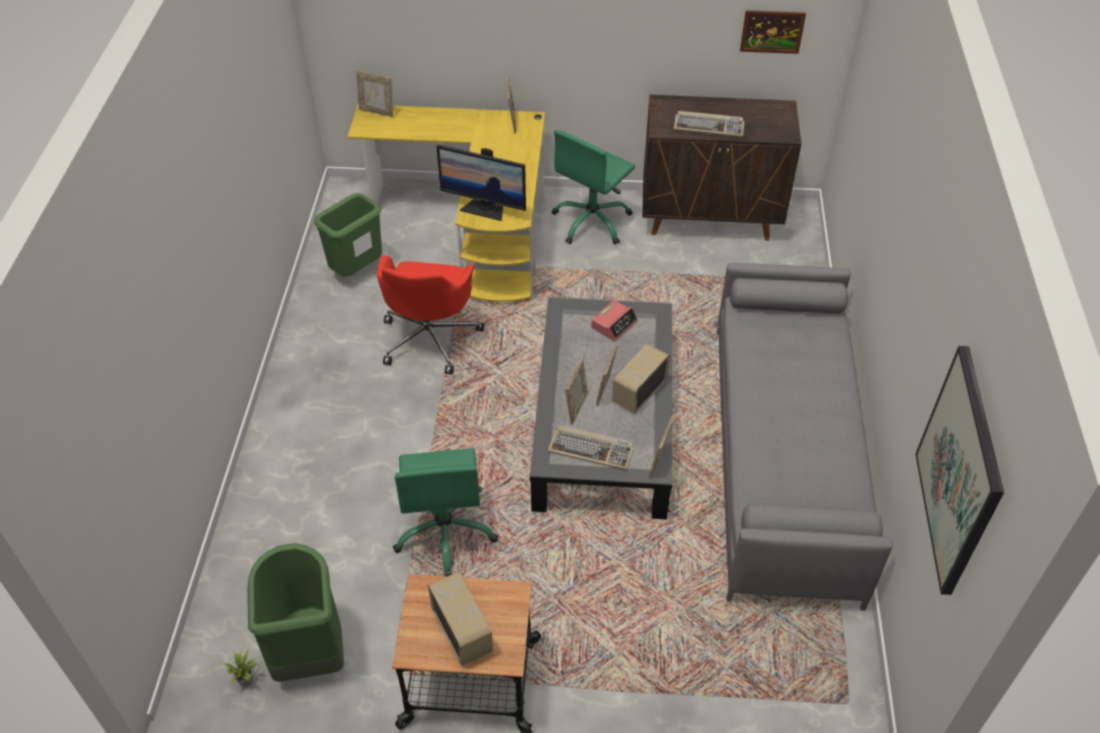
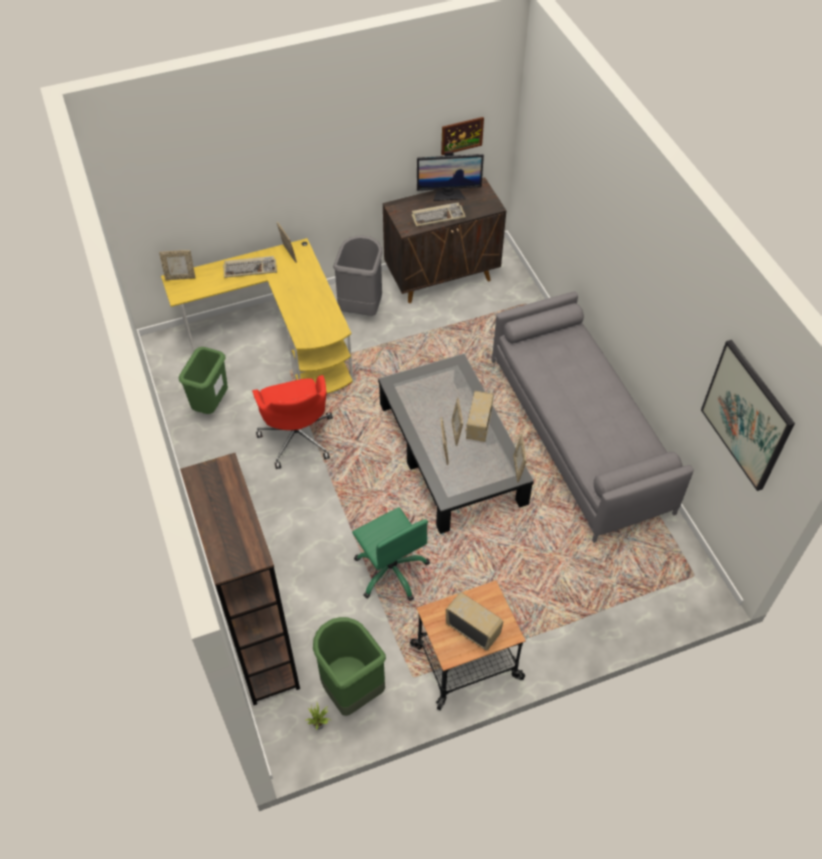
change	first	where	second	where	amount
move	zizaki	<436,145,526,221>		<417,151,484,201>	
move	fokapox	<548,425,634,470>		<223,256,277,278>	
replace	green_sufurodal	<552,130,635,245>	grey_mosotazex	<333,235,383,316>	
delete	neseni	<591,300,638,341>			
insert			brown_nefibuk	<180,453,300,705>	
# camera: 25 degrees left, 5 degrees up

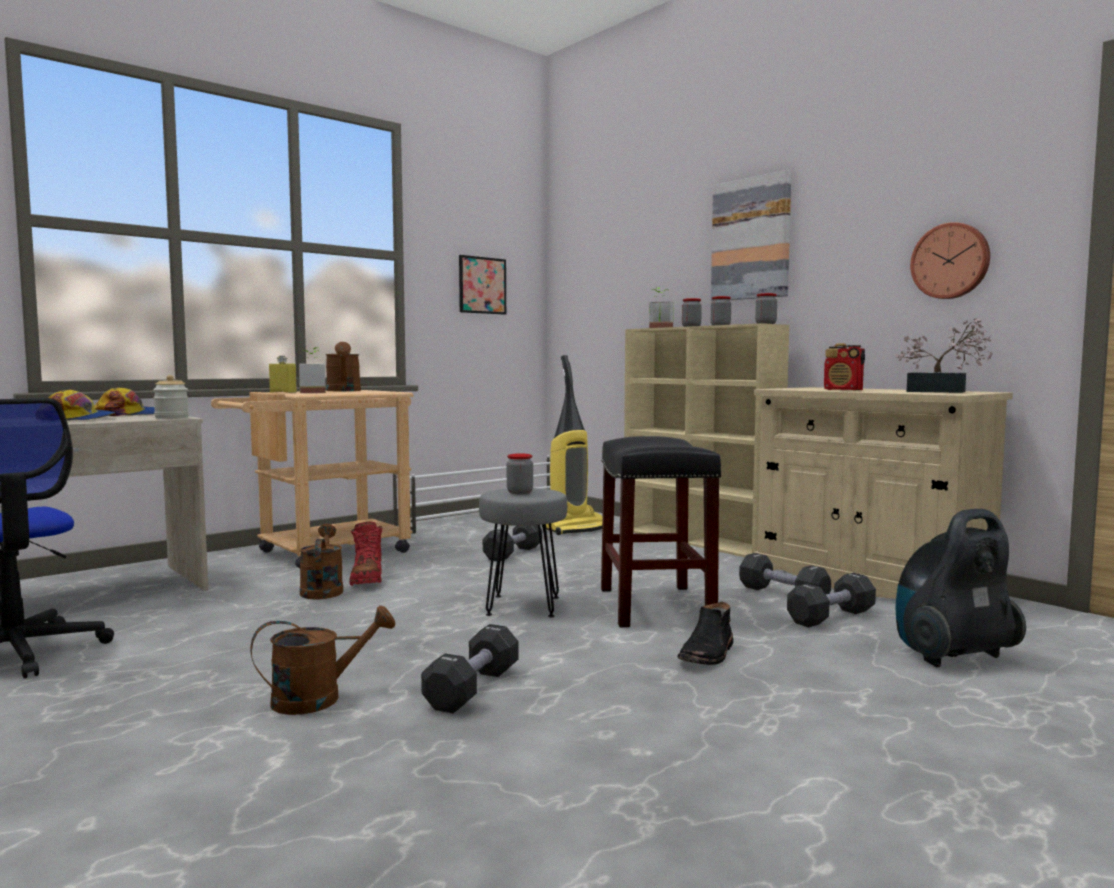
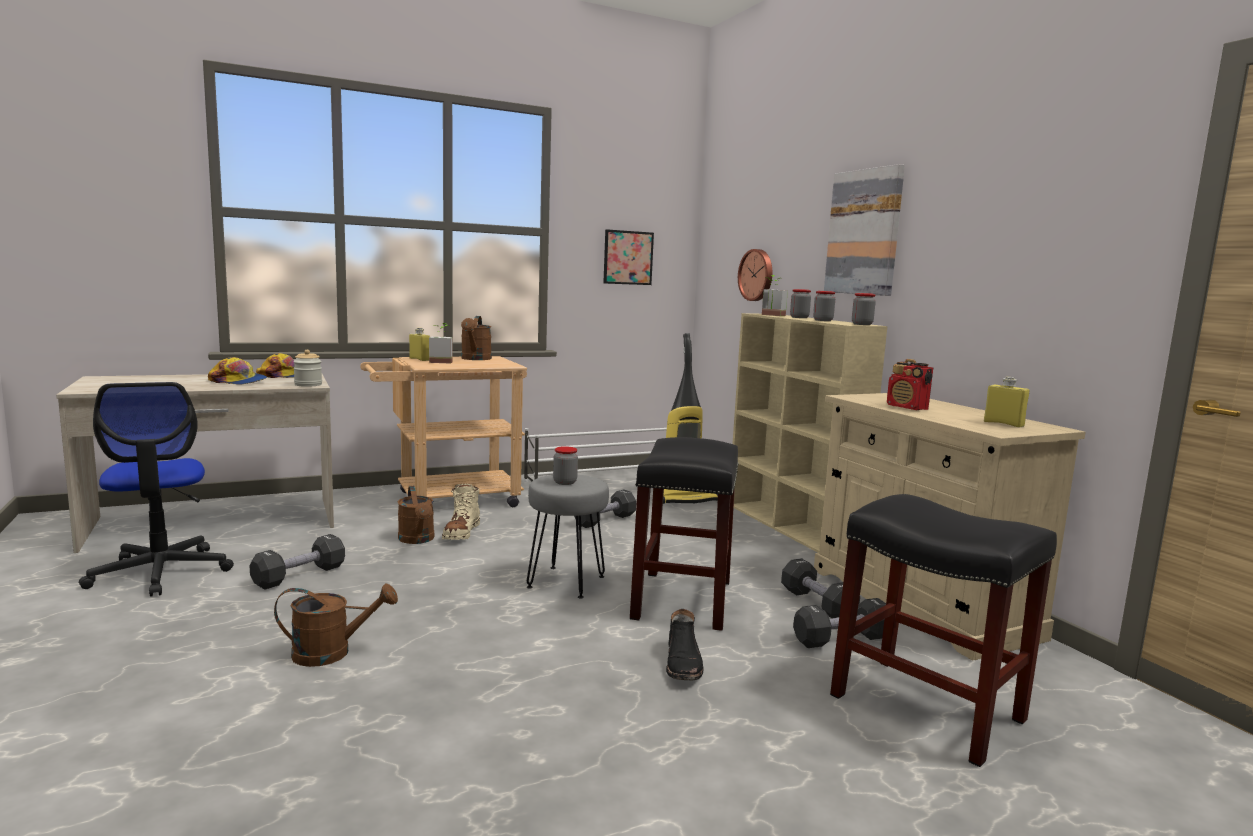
change	first	where	second	where	amount
rotate	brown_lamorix	<300,524,343,600>		<398,486,434,544>	150 degrees clockwise
recolor	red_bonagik	<349,522,382,586>	beige_bonagik	<442,484,480,540>	
move	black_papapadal	<421,624,519,713>		<250,534,345,590>	
rotate	black_bonagik	<677,602,733,665>		<666,609,703,680>	45 degrees counterclockwise
replace	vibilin	<895,318,992,393>	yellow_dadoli	<984,377,1029,428>	
replace	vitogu	<896,509,1026,667>	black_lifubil	<830,494,1057,767>	
move	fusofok	<910,222,990,299>		<738,249,772,301>	
# camera: 15 degrees right, 5 degrees up

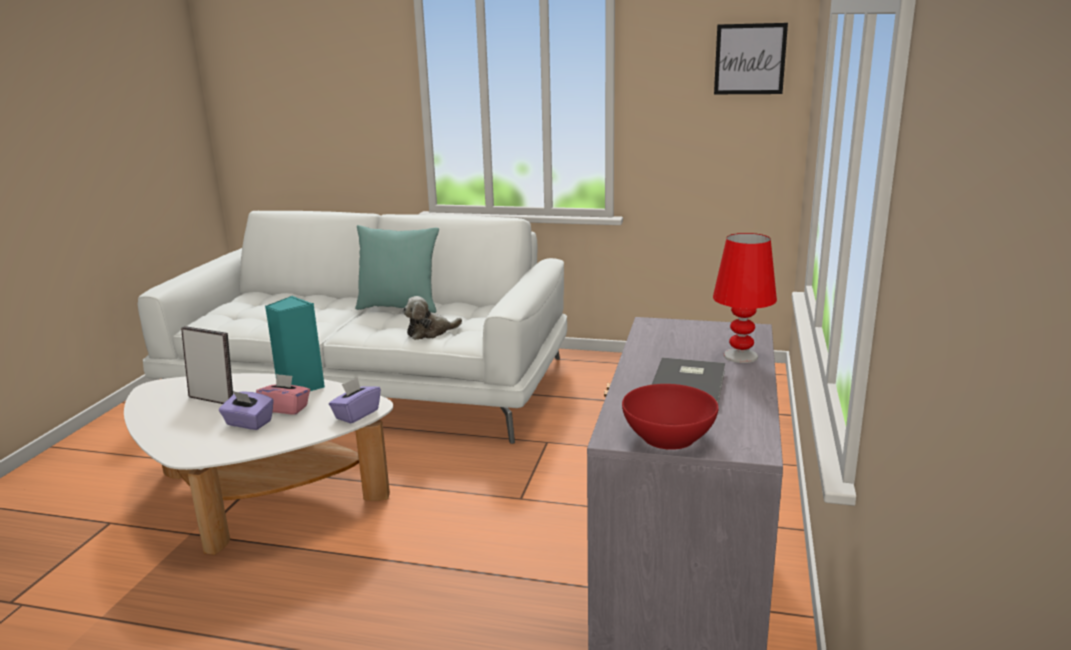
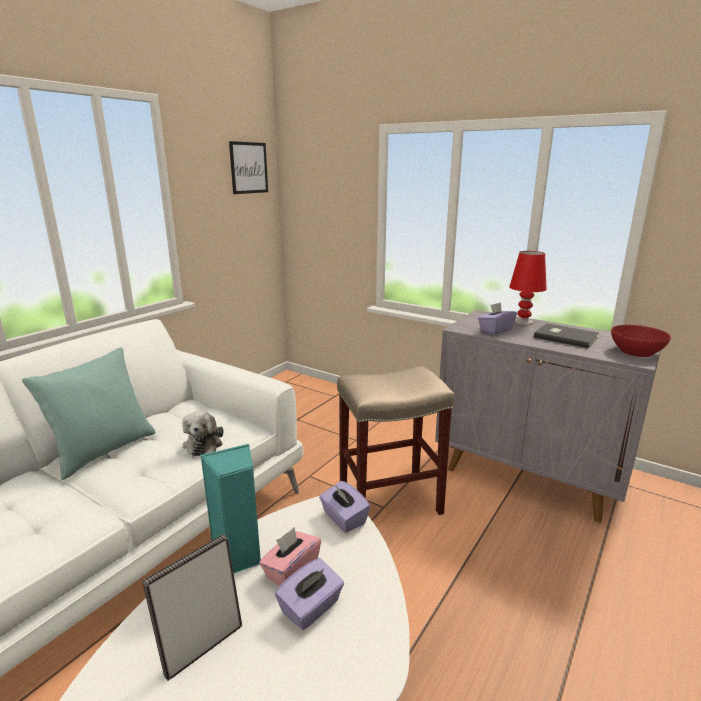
change	first	where	second	where	amount
insert			beige_lifubil	<337,366,455,515>	
insert			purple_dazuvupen	<478,302,517,335>	
# camera: 70 degrees left, 0 degrees up

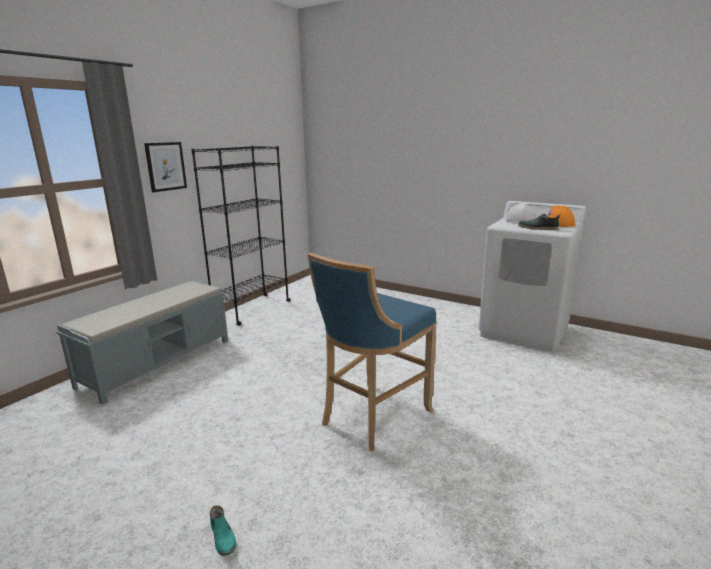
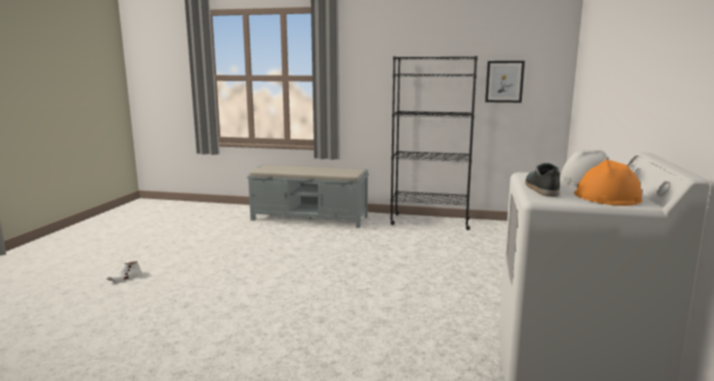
change	first	where	second	where	amount
move	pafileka	<144,142,187,192>		<485,61,525,103>	
recolor	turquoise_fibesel	<210,505,236,556>	white_fibesel	<106,261,142,282>	
delete	blue_lifubil	<307,253,437,451>			
# camera: 70 degrees right, 5 degrees down

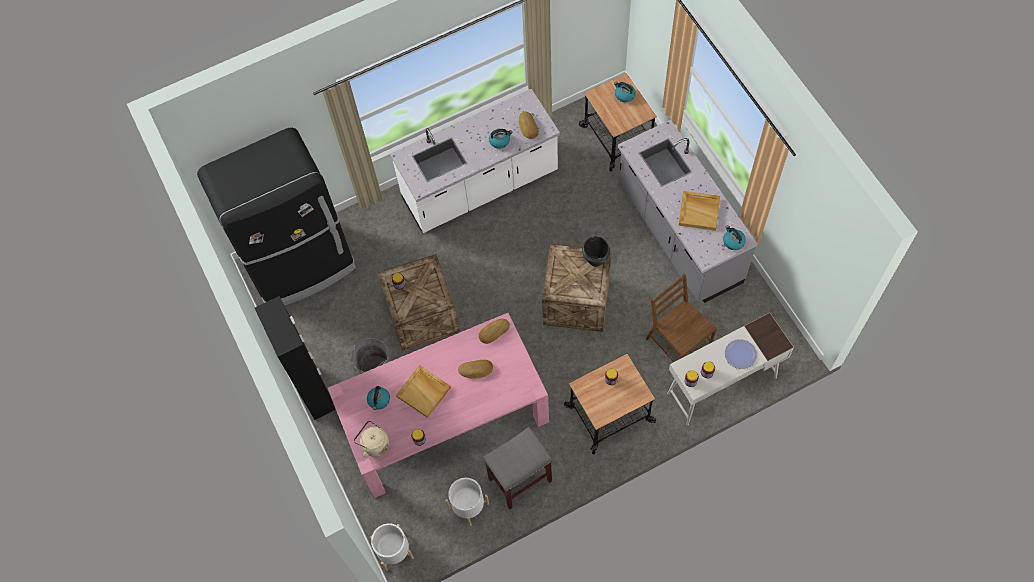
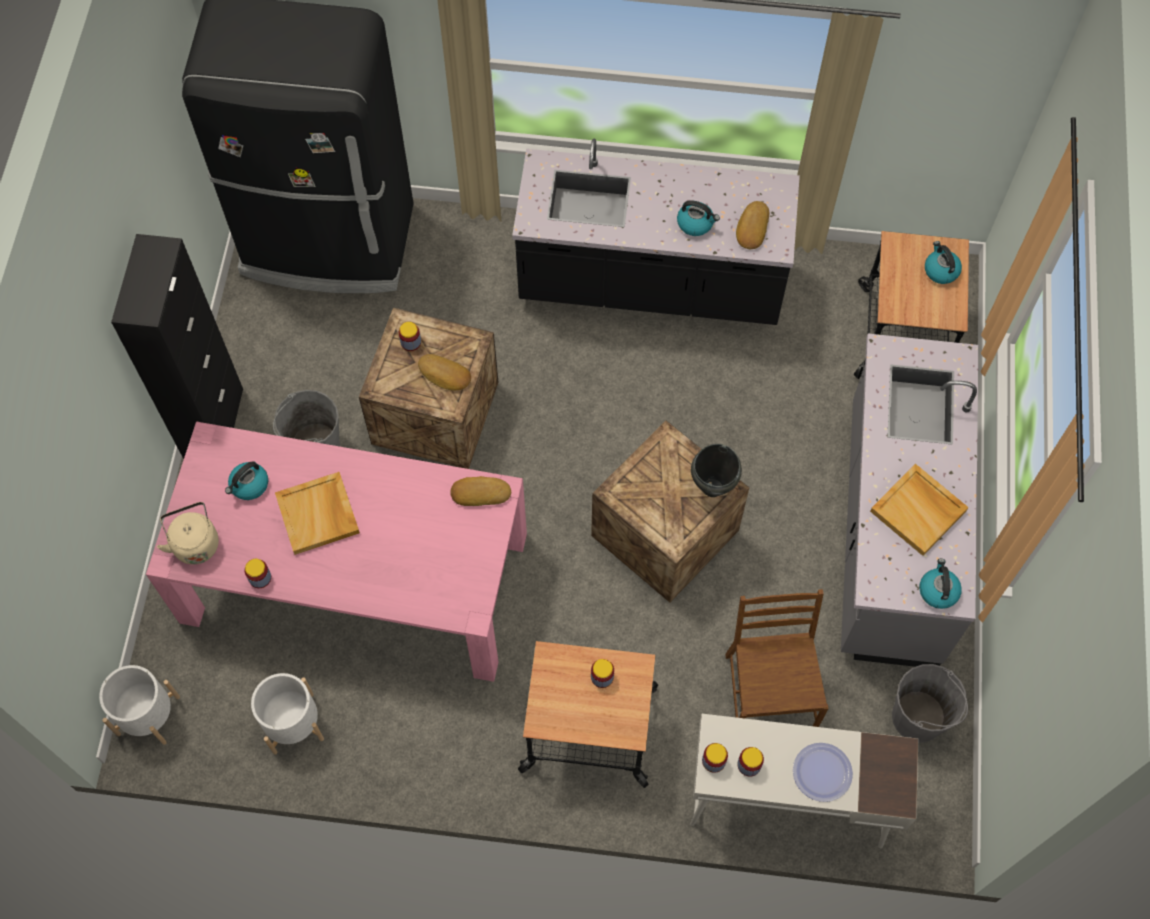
change	first	where	second	where	amount
recolor	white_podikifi	<390,89,560,233>	black_podikifi	<512,138,800,325>	
move	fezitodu	<458,360,493,378>		<418,354,471,391>	
delete	grey_lifubil	<483,427,552,509>			
insert			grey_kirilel	<892,664,968,743>	
# camera: 30 degrees right, 0 degrees up

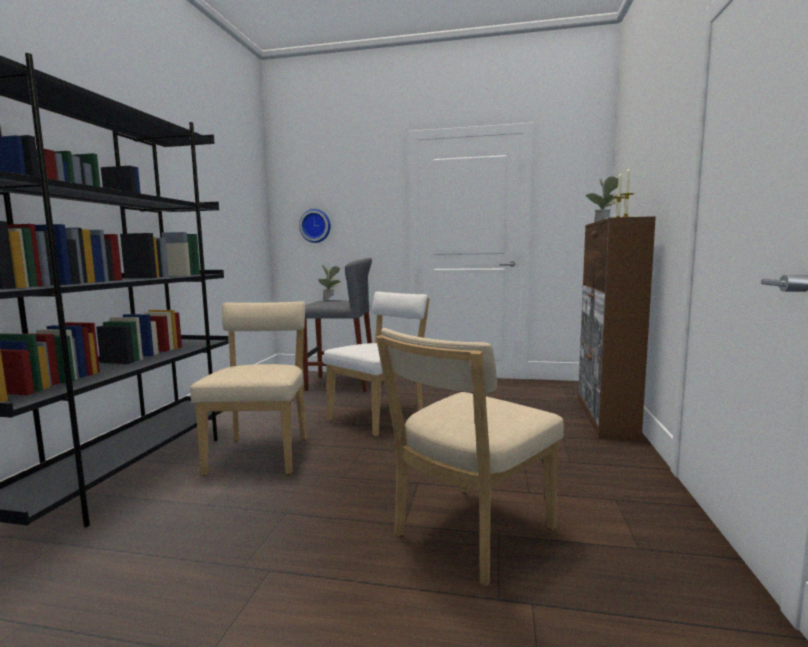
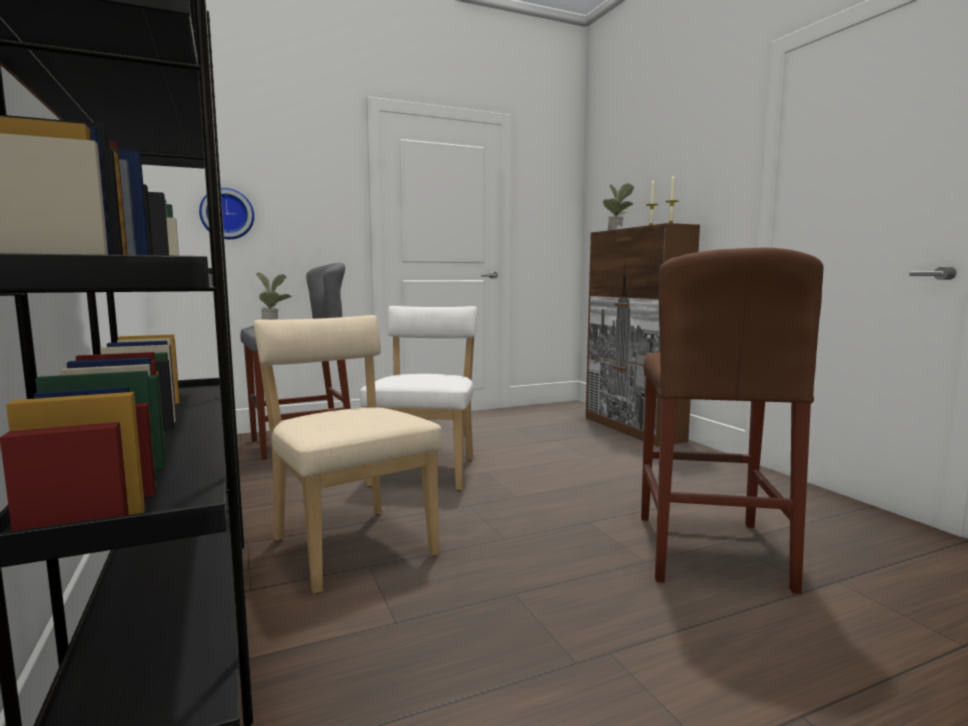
change	first	where	second	where	amount
replace	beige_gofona	<376,328,564,586>	brown_lifubil	<641,248,824,594>	
# camera: 35 degrees left, 0 degrees up

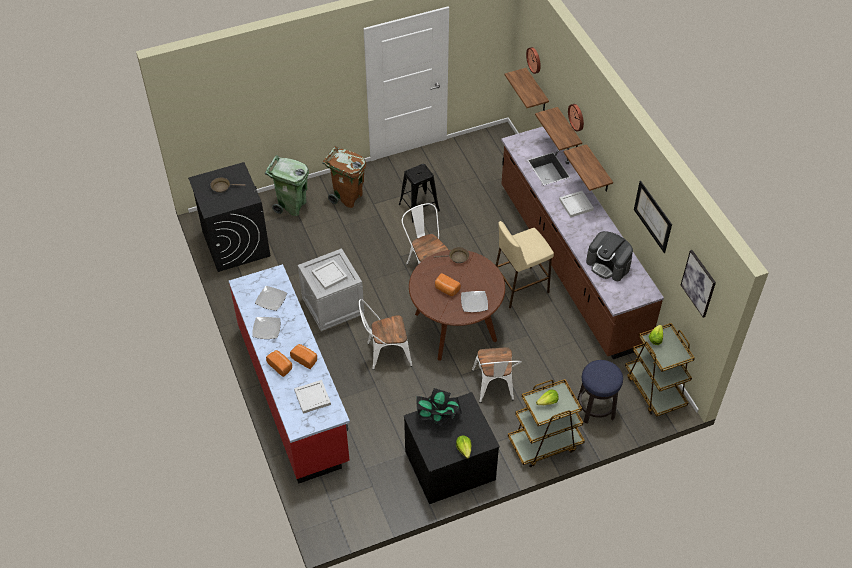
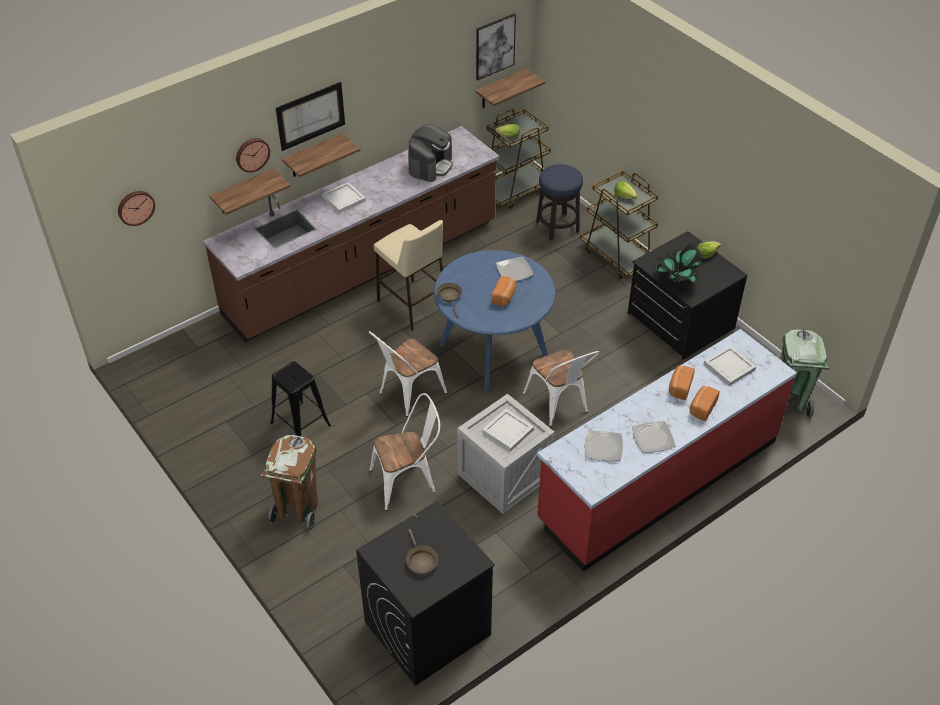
change	first	where	second	where	amount
move	green_mosotazex	<265,155,309,216>		<780,329,830,418>	
recolor	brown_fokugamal	<409,250,505,361>	blue_fokugamal	<434,250,556,391>	
move	white_gofona	<472,347,522,403>		<370,393,440,511>	
move	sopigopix	<505,68,549,111>		<475,68,545,108>	
move	pafileka	<634,181,672,253>		<276,82,345,151>	
# camera: 105 degrees left, 5 degrees down

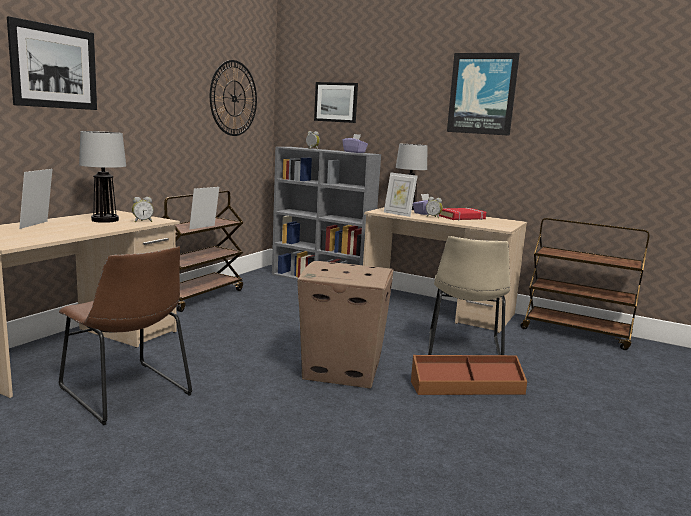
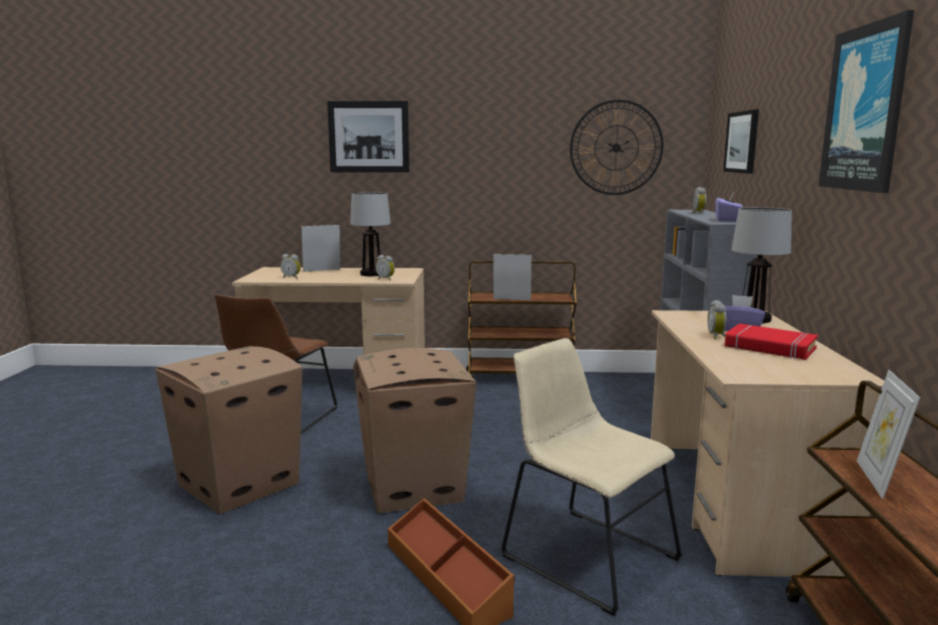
change	first	where	second	where	amount
move	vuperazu	<384,172,417,217>		<857,370,920,499>	
rotate	beige_gofona	<428,236,510,355>		<501,338,682,616>	60 degrees clockwise
insert			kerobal	<156,346,302,514>	
insert			neseni	<280,254,301,279>	
# camera: 65 degrees right, 0 degrees up

